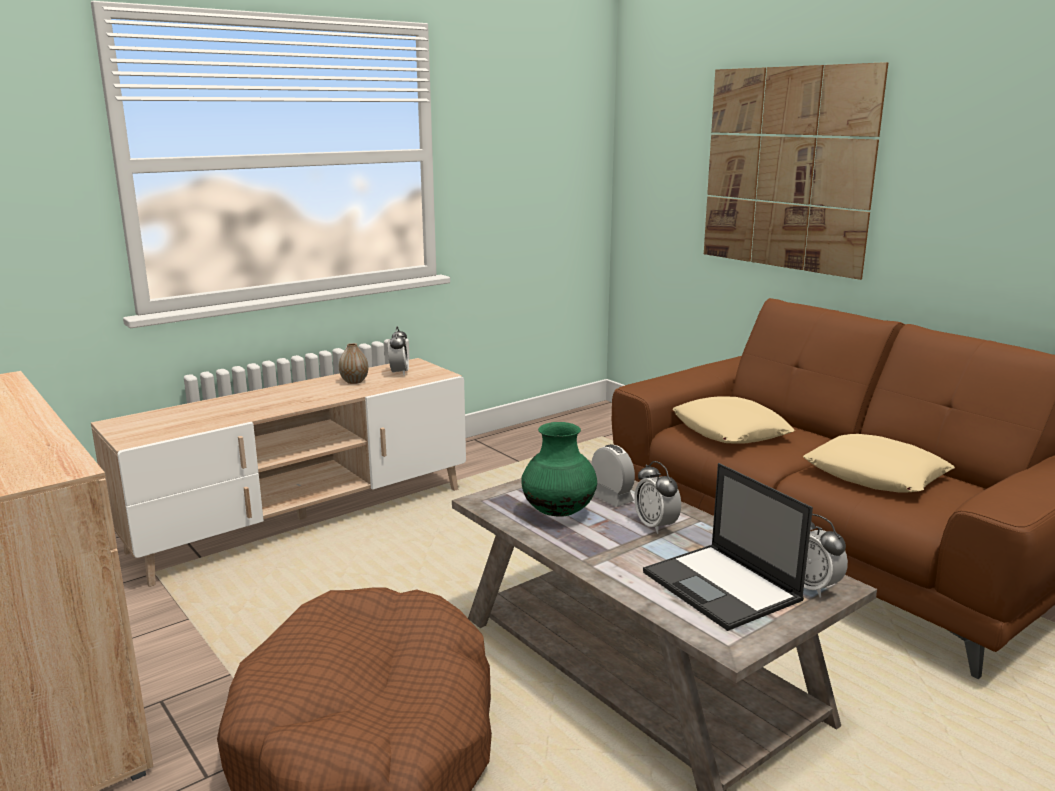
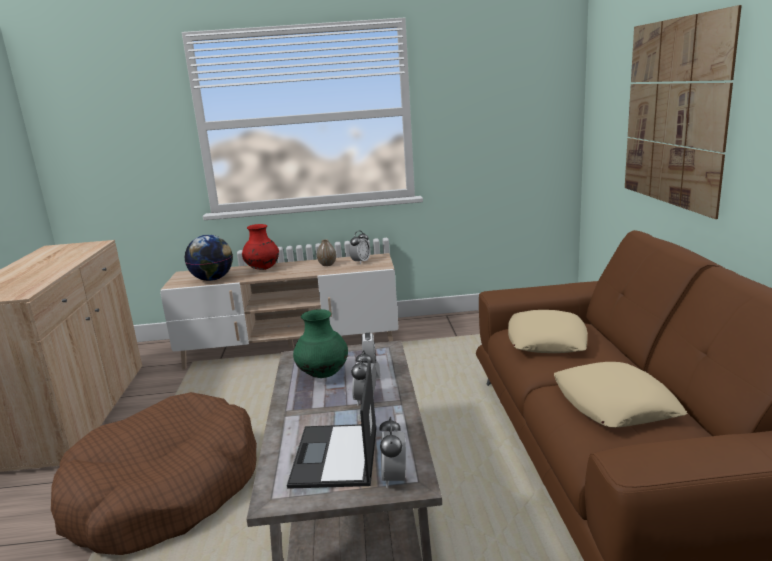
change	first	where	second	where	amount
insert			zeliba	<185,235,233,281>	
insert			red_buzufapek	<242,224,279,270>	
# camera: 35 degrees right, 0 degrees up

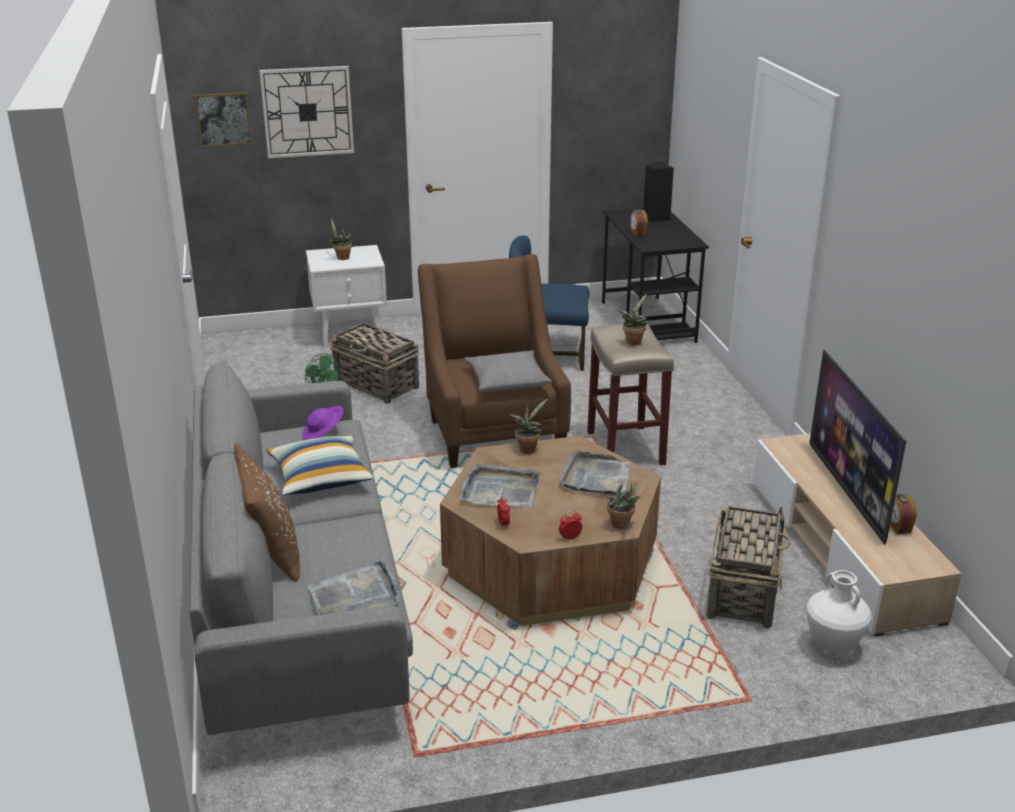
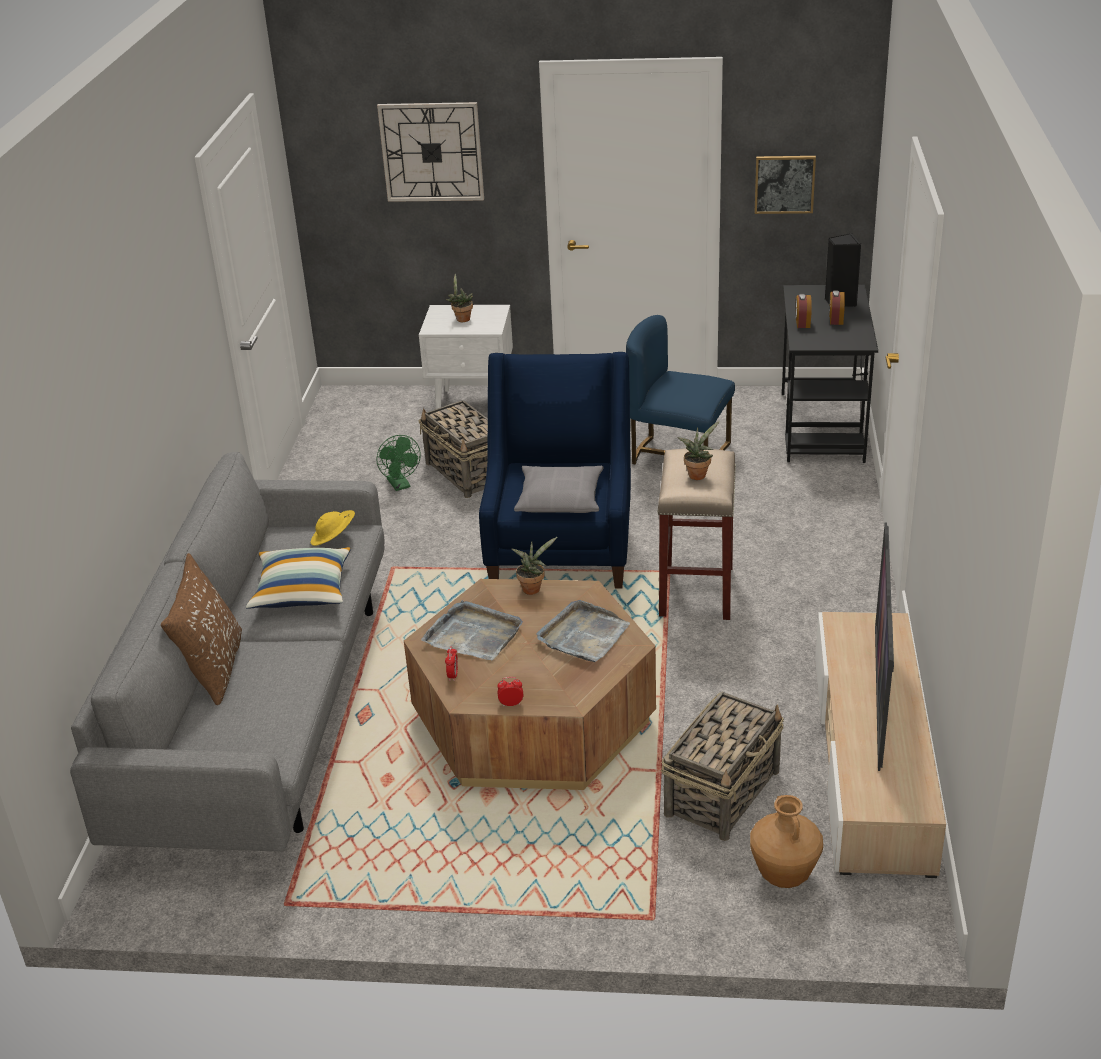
change	first	where	second	where	amount
move	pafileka	<194,92,253,147>		<755,156,816,214>	
recolor	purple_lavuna	<302,406,344,440>	yellow_lavuna	<310,510,355,546>	
delete	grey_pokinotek	<307,559,401,615>			
recolor	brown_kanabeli	<418,254,571,468>	blue_kanabeli	<479,352,631,588>	
delete	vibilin	<607,481,641,529>			
recolor	white_buzufapek	<806,570,872,654>	brown_buzufapek	<750,795,823,888>	
move	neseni	<890,494,917,534>		<829,290,845,325>	
# camera: 20 degrees right, 5 degrees up

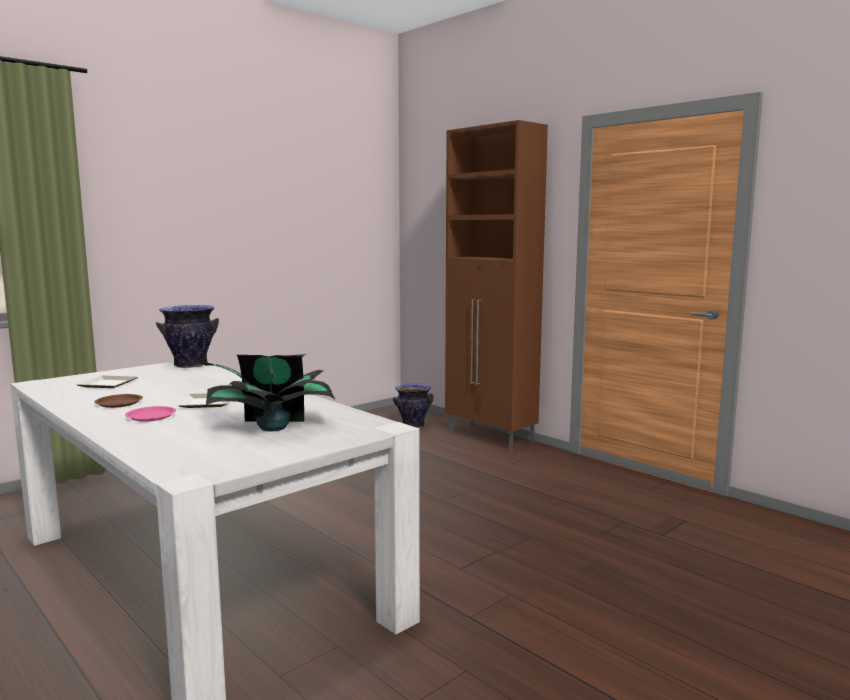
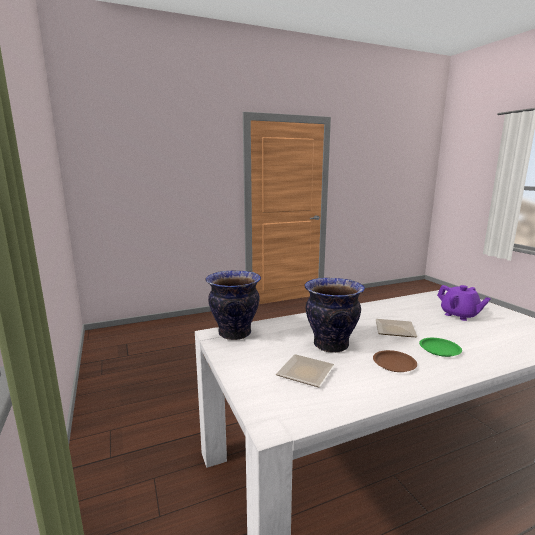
change	first	where	second	where	amount
recolor	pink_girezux	<125,406,176,422>	green_girezux	<419,338,462,357>	
replace	vibilin	<201,354,335,431>	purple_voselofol	<437,285,491,321>	
move	buzufapek	<393,383,433,428>		<304,278,365,353>	
delete	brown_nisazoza	<445,120,548,451>			
# camera: 70 degrees left, 5 degrees up

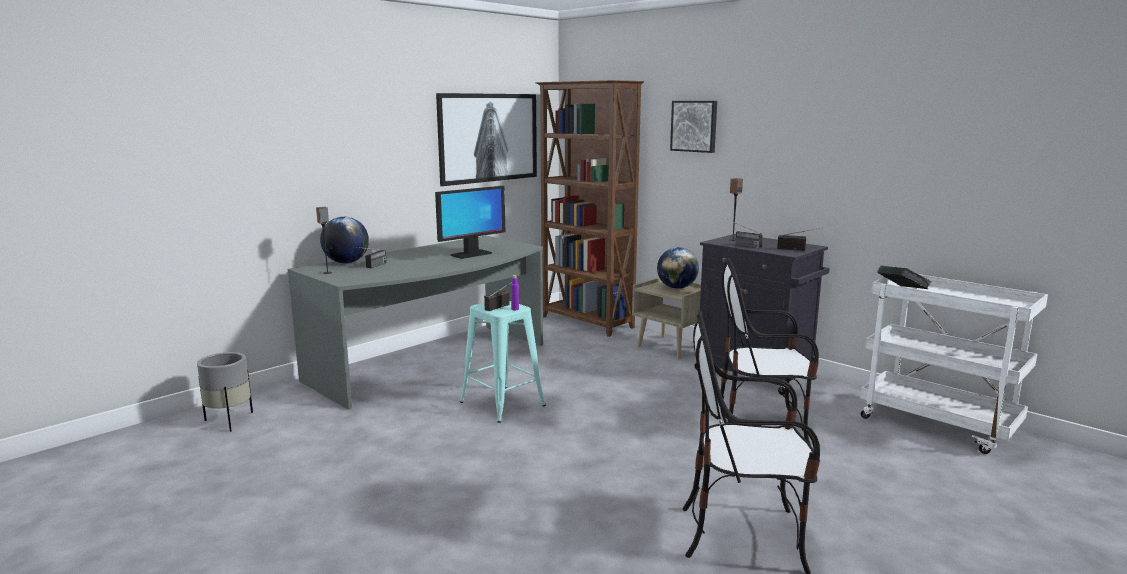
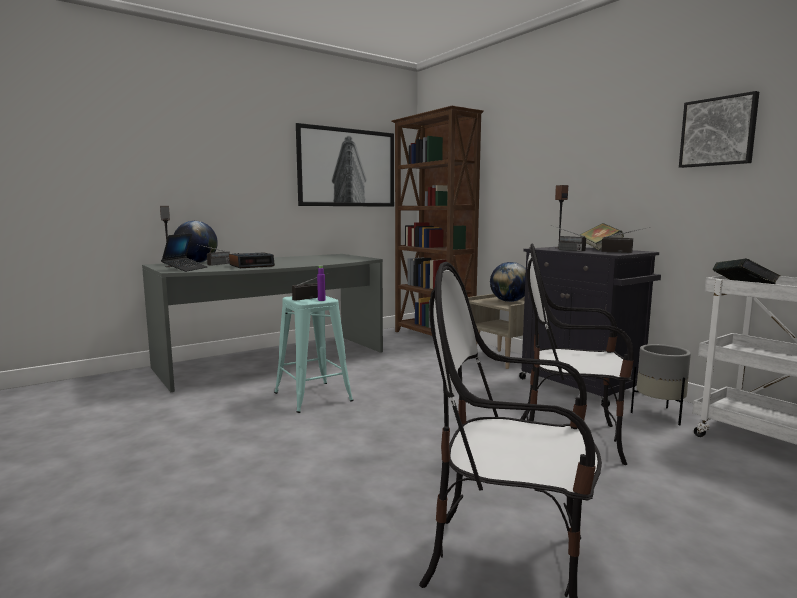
change	first	where	second	where	amount
move	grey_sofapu	<197,352,253,432>		<631,344,691,425>	
delete	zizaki	<435,186,505,259>			
move	pafileka	<670,101,717,153>		<679,91,759,168>	
insert			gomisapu	<161,233,208,272>	
insert			neseni	<229,253,275,268>	
insert			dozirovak	<580,223,624,250>	
# camera: 10 degrees right, 5 degrees down

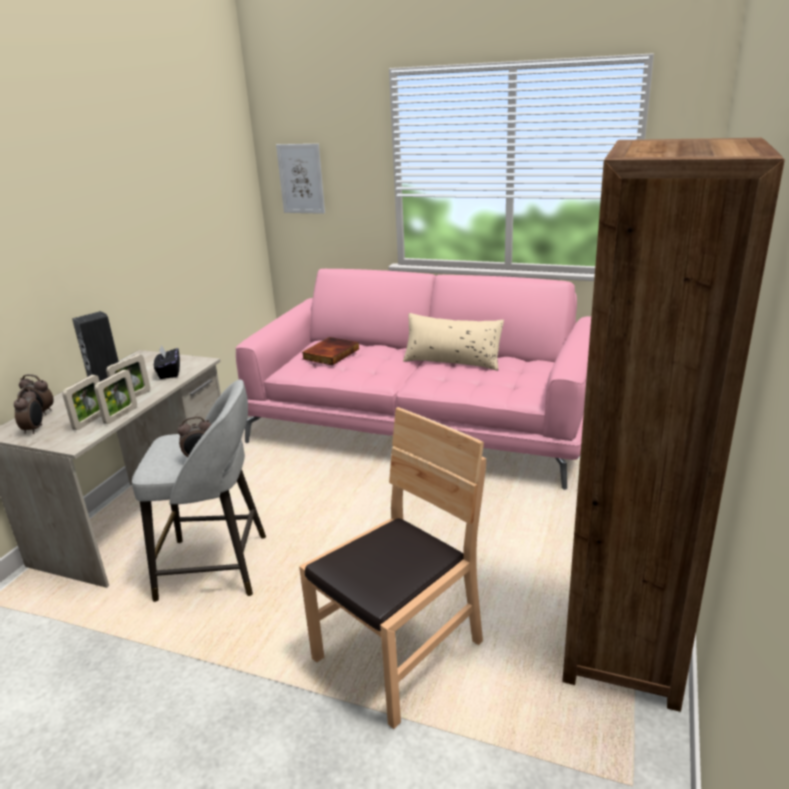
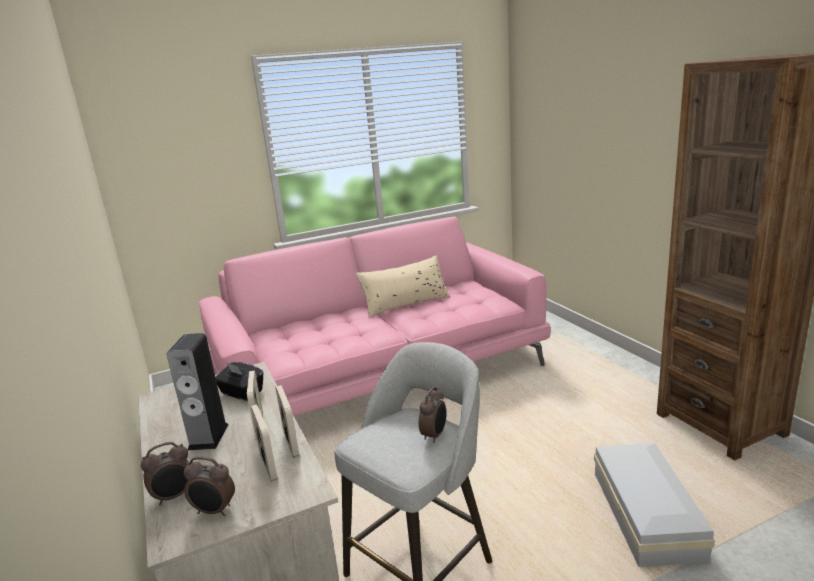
change	first	where	second	where	amount
rotate	neseni	<14,388,43,434>		<184,456,235,516>	150 degrees clockwise
delete	pafileka	<276,144,325,214>			
replace	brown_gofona	<299,407,486,729>	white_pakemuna	<594,443,715,567>	
delete	dozirovak	<302,337,359,365>			
# camera: 45 degrees left, 5 degrees down

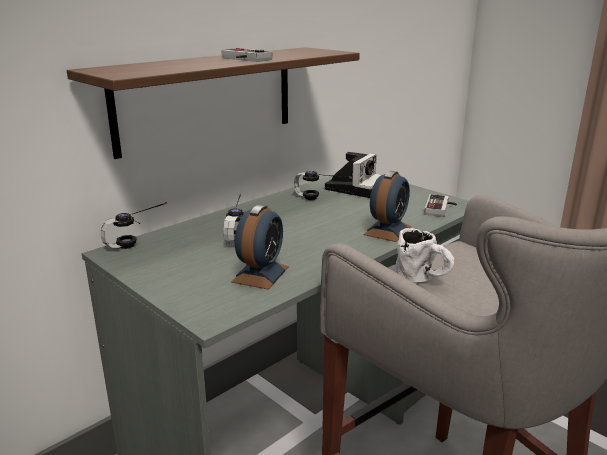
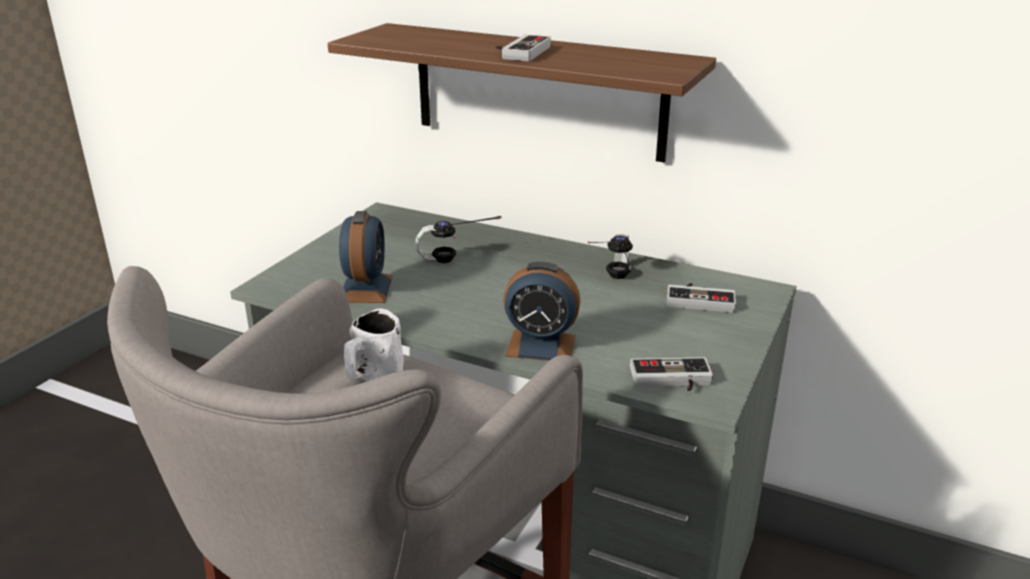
change	first	where	second	where	amount
delete	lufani	<101,202,167,249>			
rotate	neseni	<231,205,289,290>		<339,211,393,303>	90 degrees counterclockwise
replace	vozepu	<325,152,381,198>	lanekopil	<667,283,736,313>	
# camera: 70 degrees right, 5 degrees up

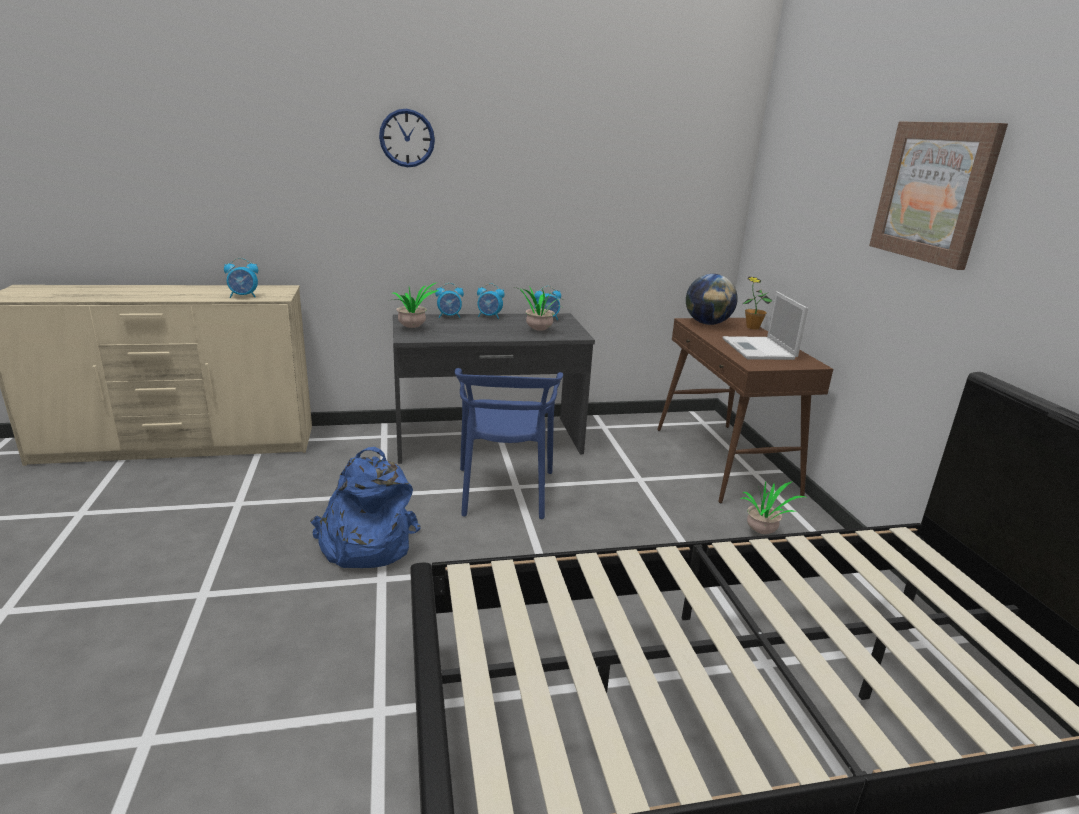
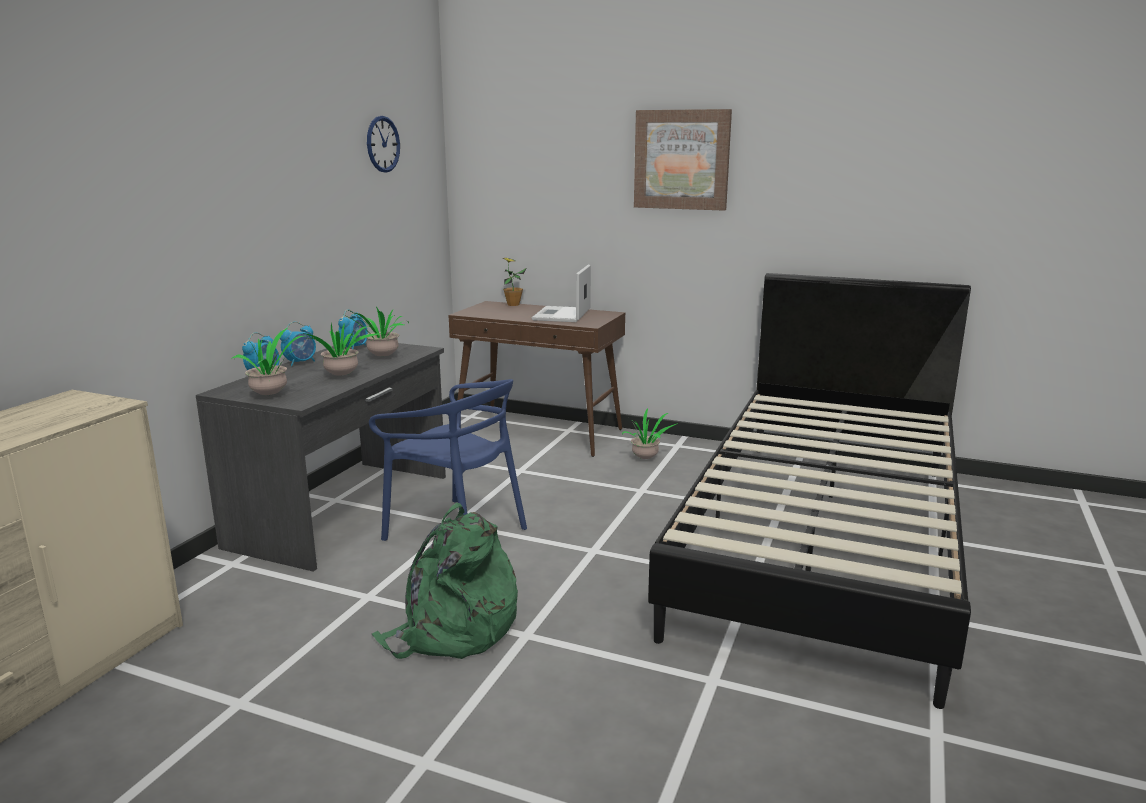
change	first	where	second	where	amount
delete	neseni	<224,258,258,298>			
recolor	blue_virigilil	<310,447,421,568>	green_virigilil	<372,503,518,659>	
move	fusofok	<379,109,435,167>		<367,116,400,173>	
delete	zeliba	<686,274,738,325>			
rotate	gomisapu	<723,291,808,360>		<532,265,591,322>	75 degrees clockwise
insert			vibilin	<304,322,383,376>	
# camera: 55 degrees left, 5 degrees down

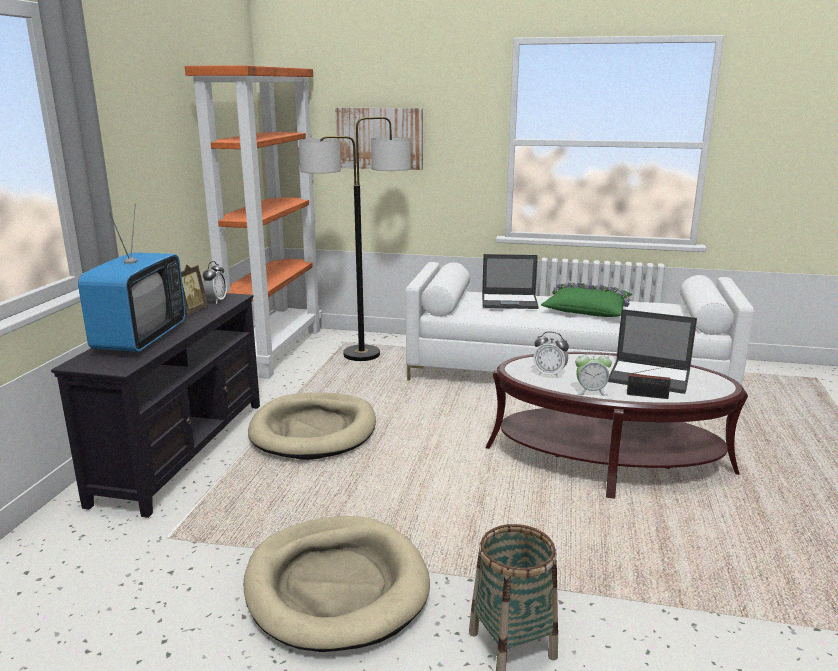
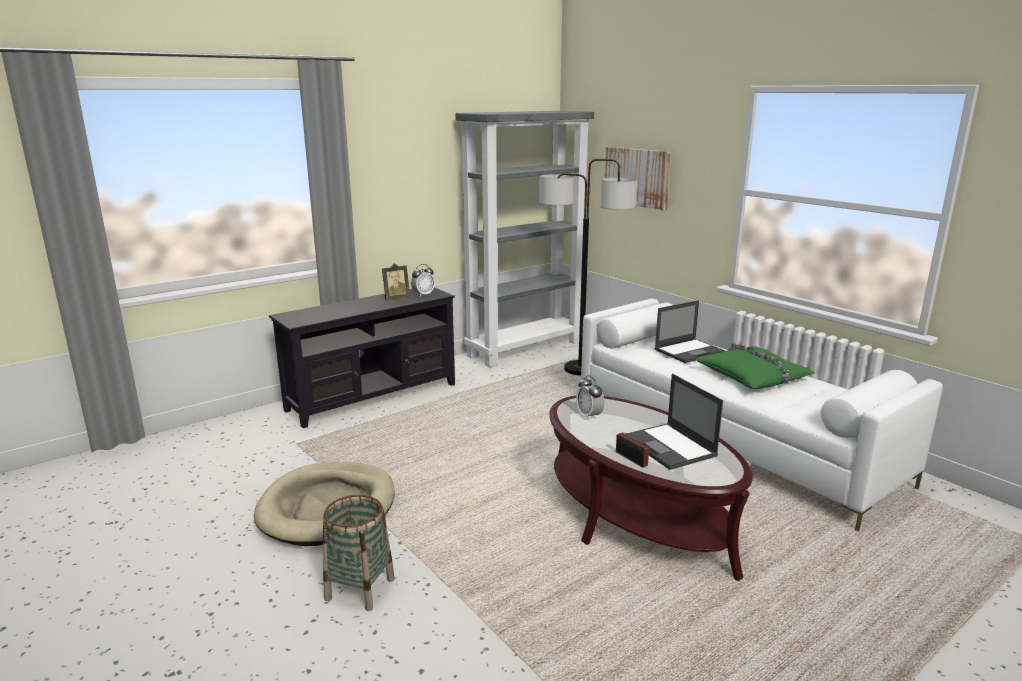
change	first	where	second	where	amount
delete	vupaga	<78,204,186,352>			
recolor	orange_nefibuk	<185,65,322,379>	grey_nefibuk	<455,111,594,368>	
delete	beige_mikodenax	<248,392,376,460>			
rotate	gomisapu	<482,254,539,309>		<655,300,725,363>	75 degrees counterclockwise
delete	neseni	<575,350,612,396>			
# camera: 40 degrees right, 0 degrees up

